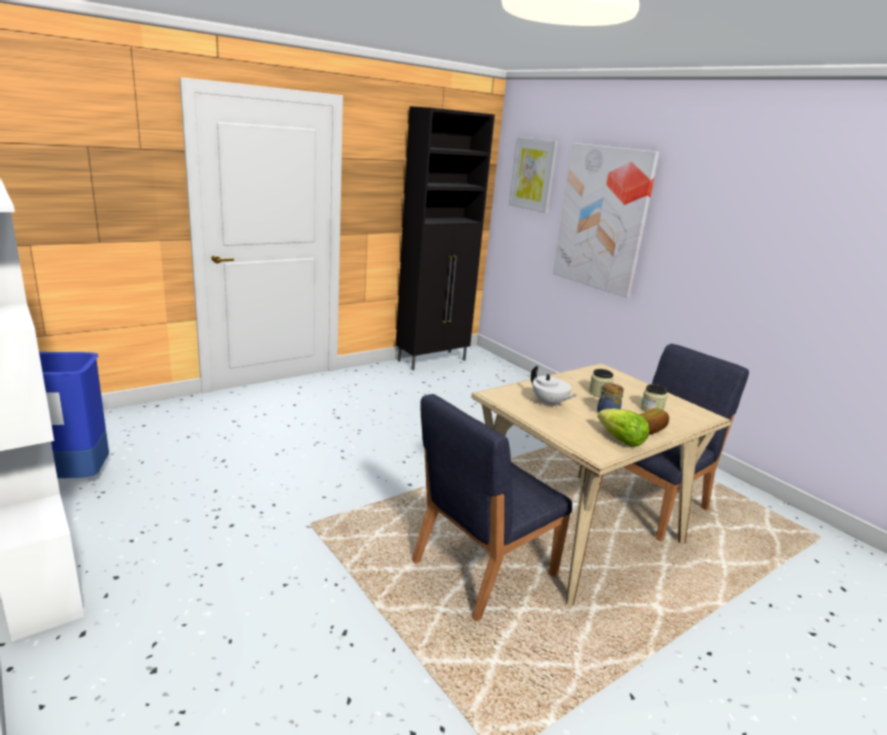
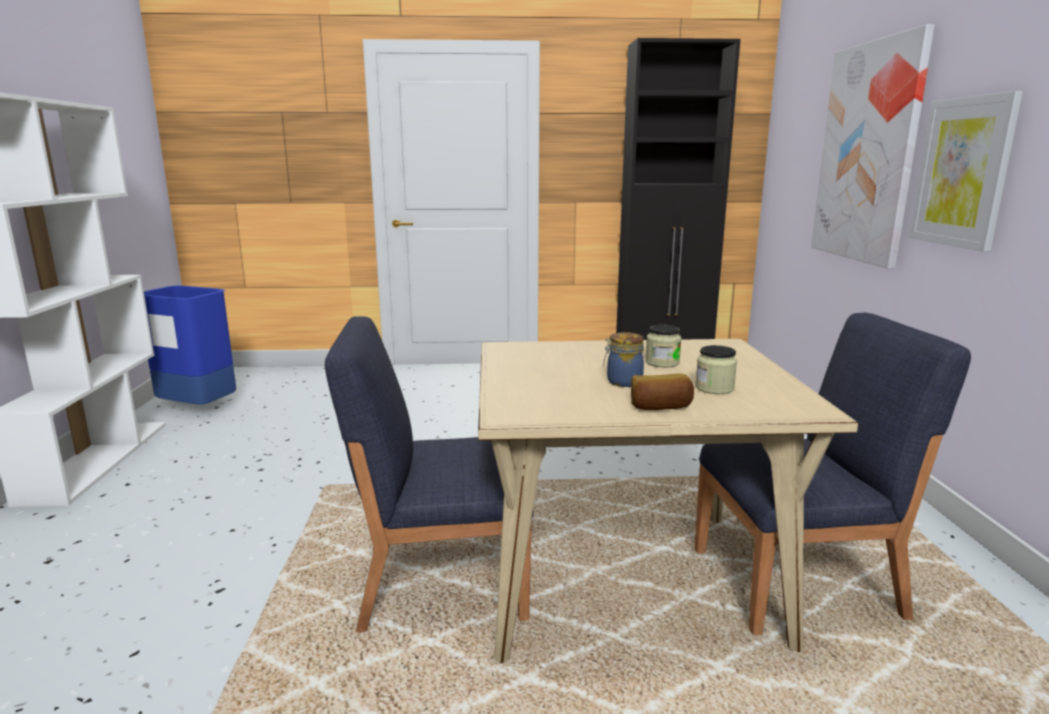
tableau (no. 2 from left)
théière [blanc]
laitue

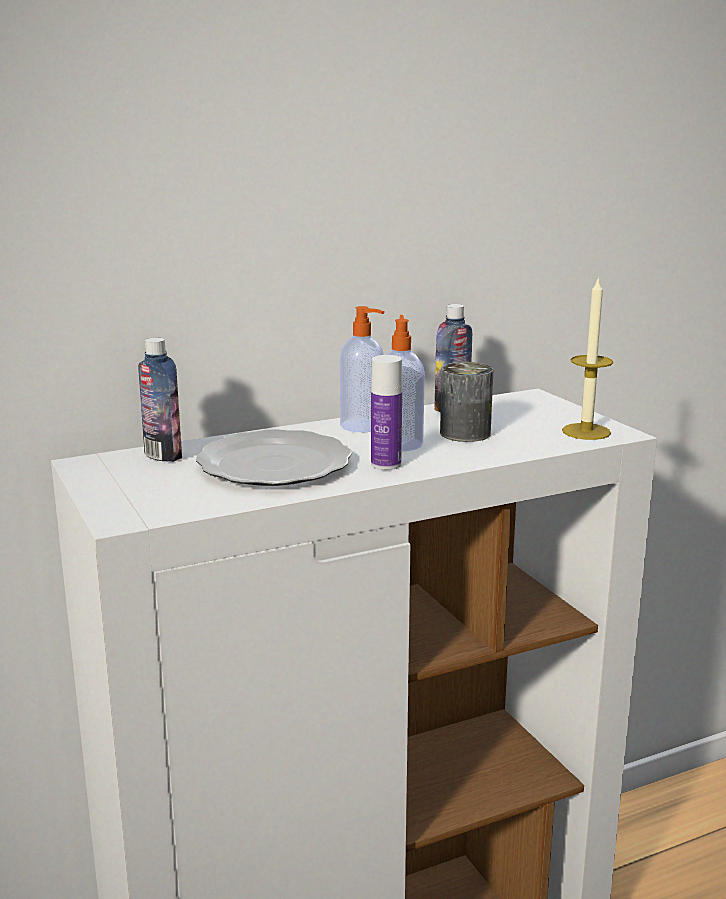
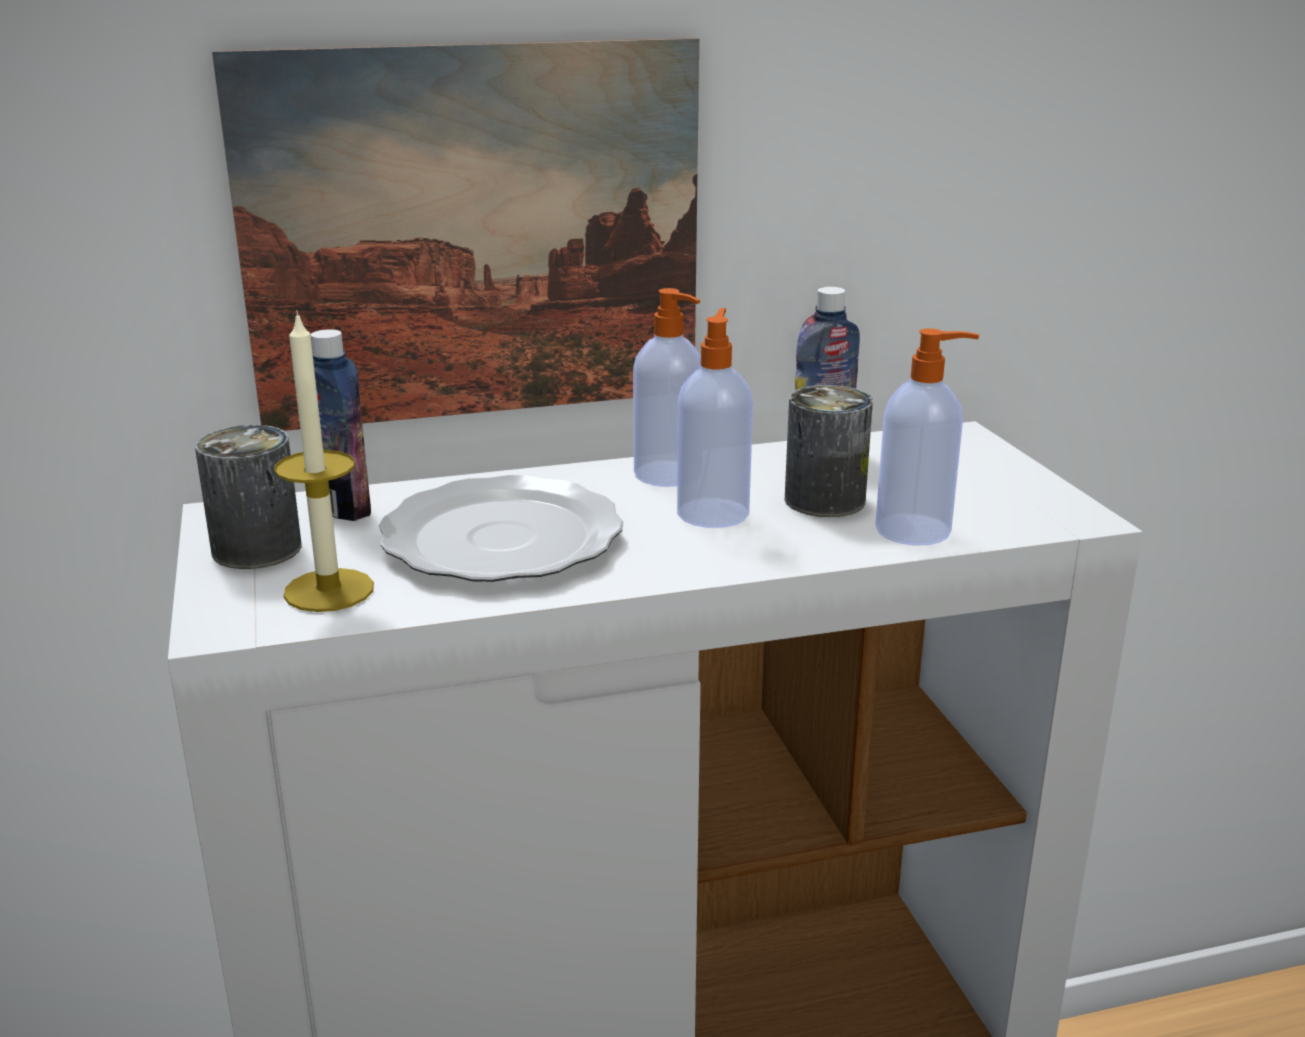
bouteille (no. 2 from left in the first image)
bougie
boîte métallique (no. 1 from left)
tableau
distributeur de savon (no. 3 from left)

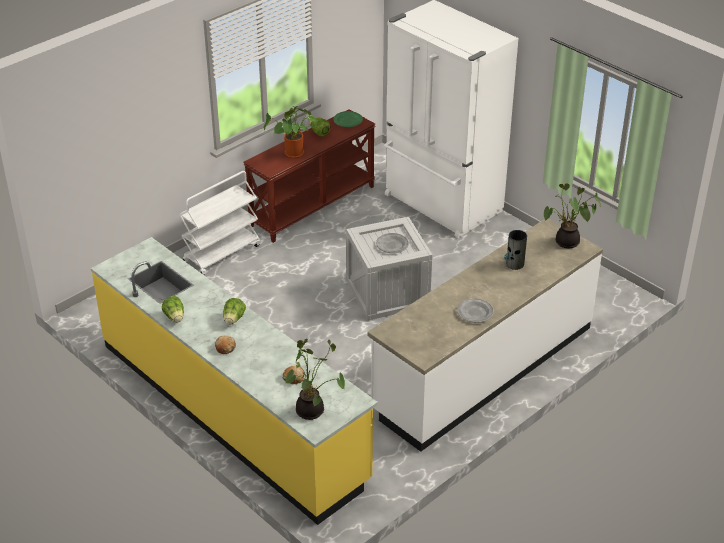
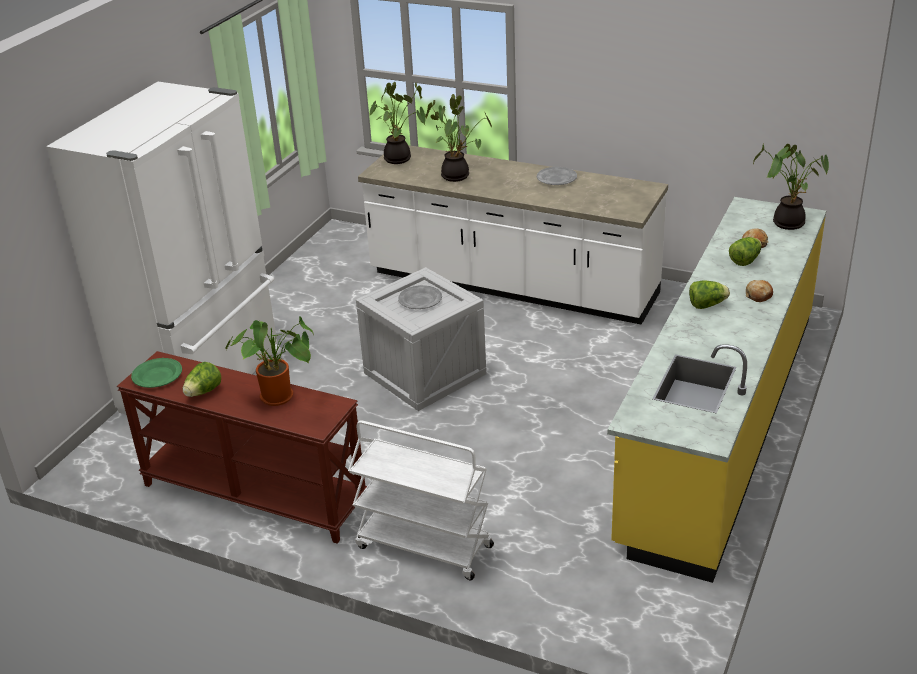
laitue (no. 3 from left)
plante en pot (no. 3 from left)

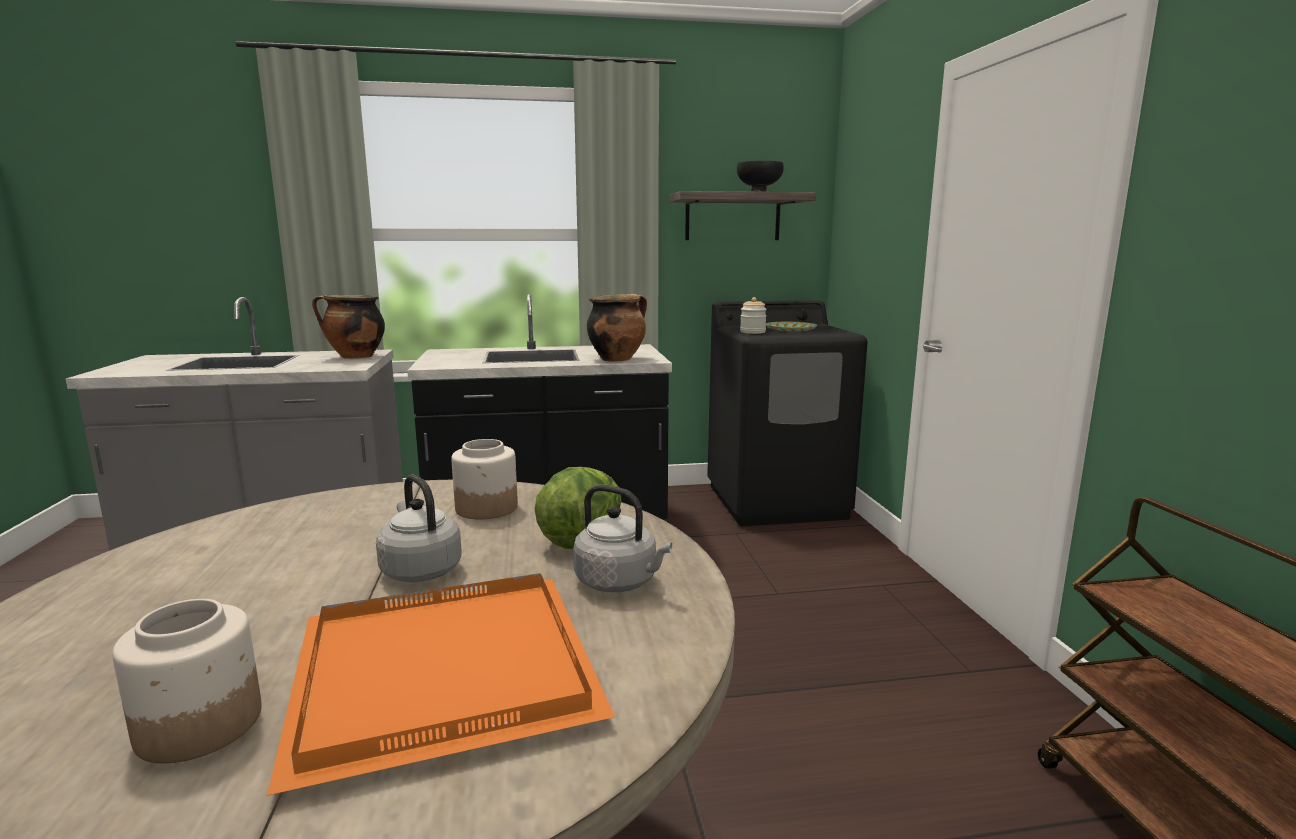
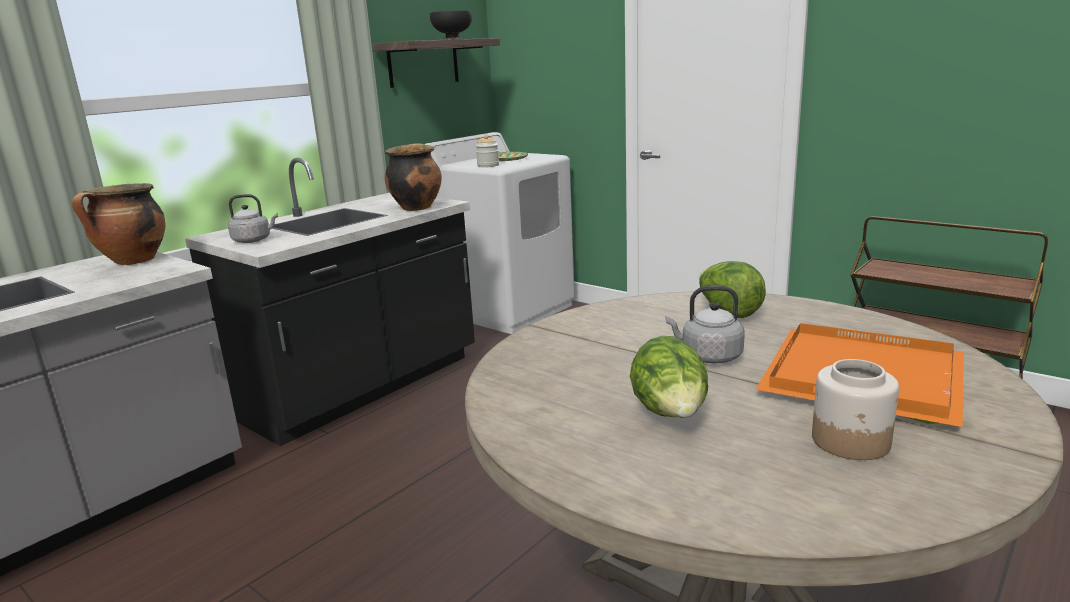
bocal (no. 2 from left in the first image)
bouilloire [gris] (no. 1 from left)
lave-linge [blanc]
laitue (no. 1 from left)

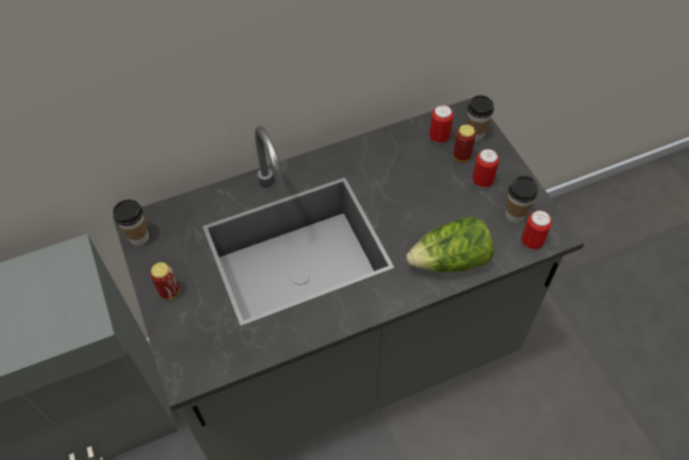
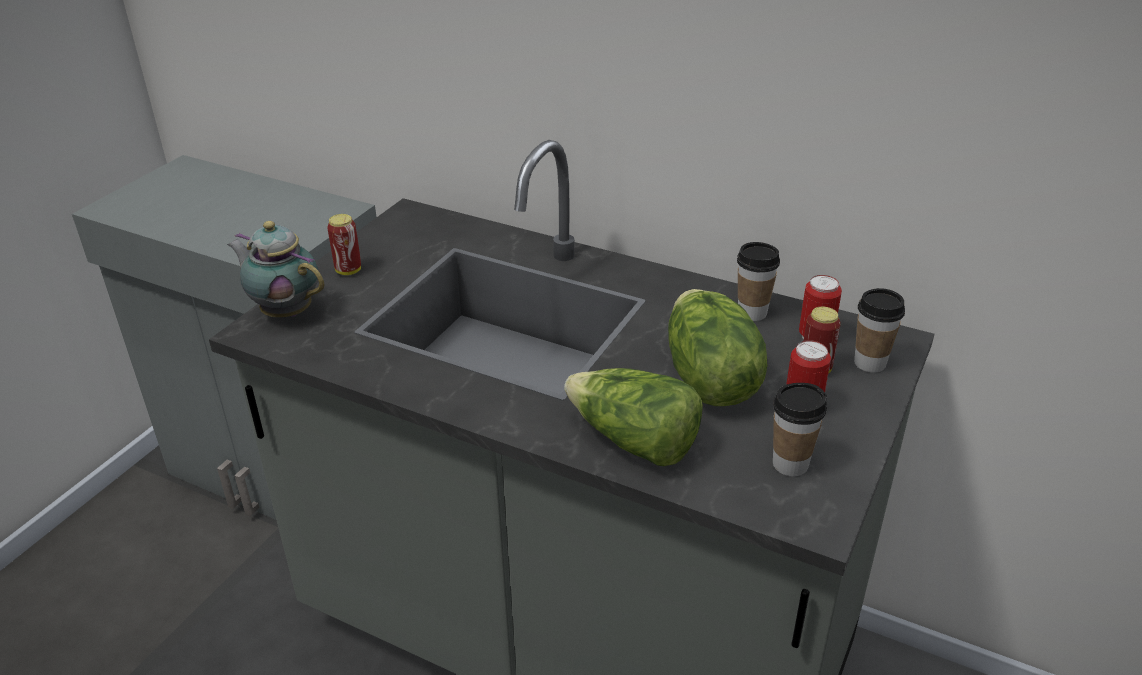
tasse (no. 1 from left)
boîte métallique (no. 5 from left in the first image)
théière
laitue (no. 2 from left)

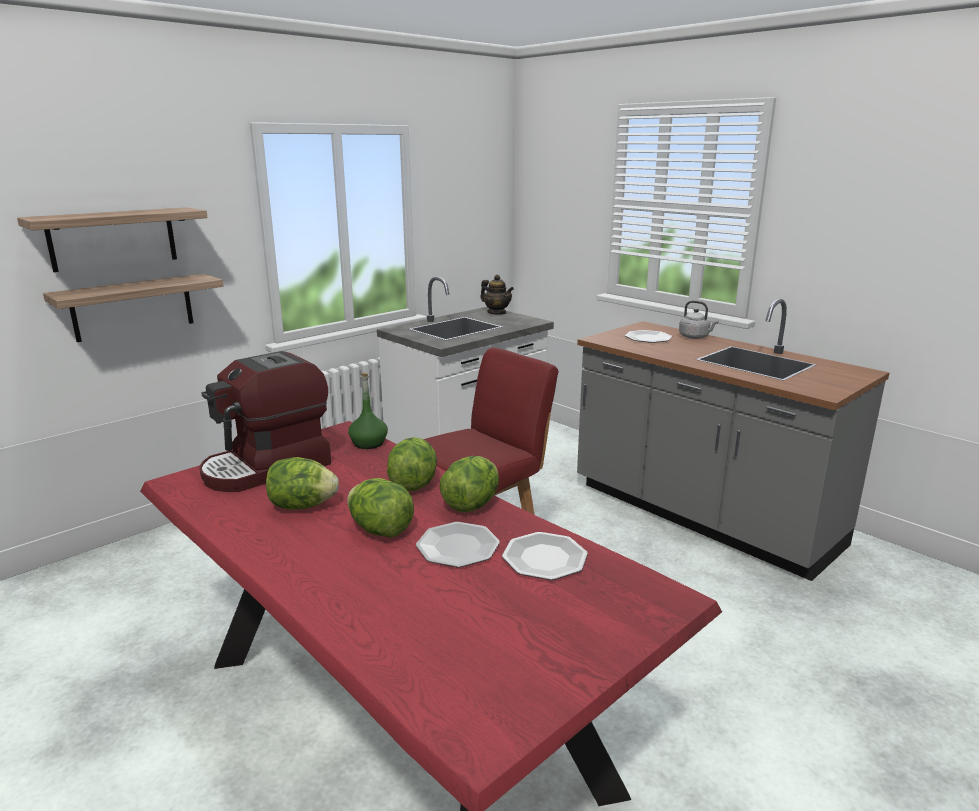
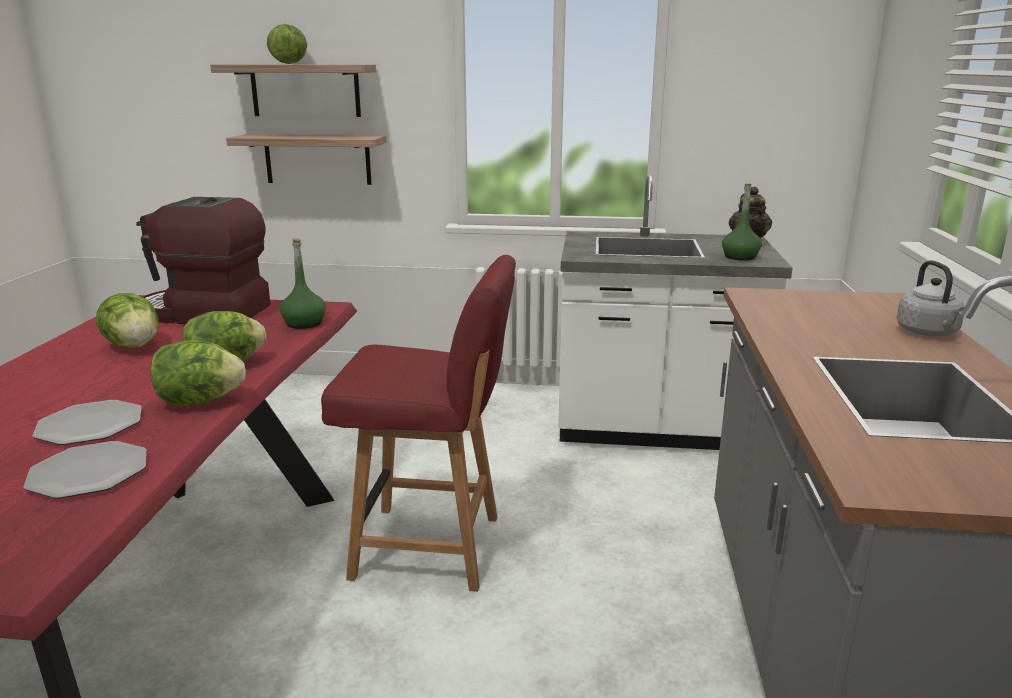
laitue (no. 4 from left)
assiette (no. 3 from left in the first image)
bouteille [vert] (no. 2 from left)

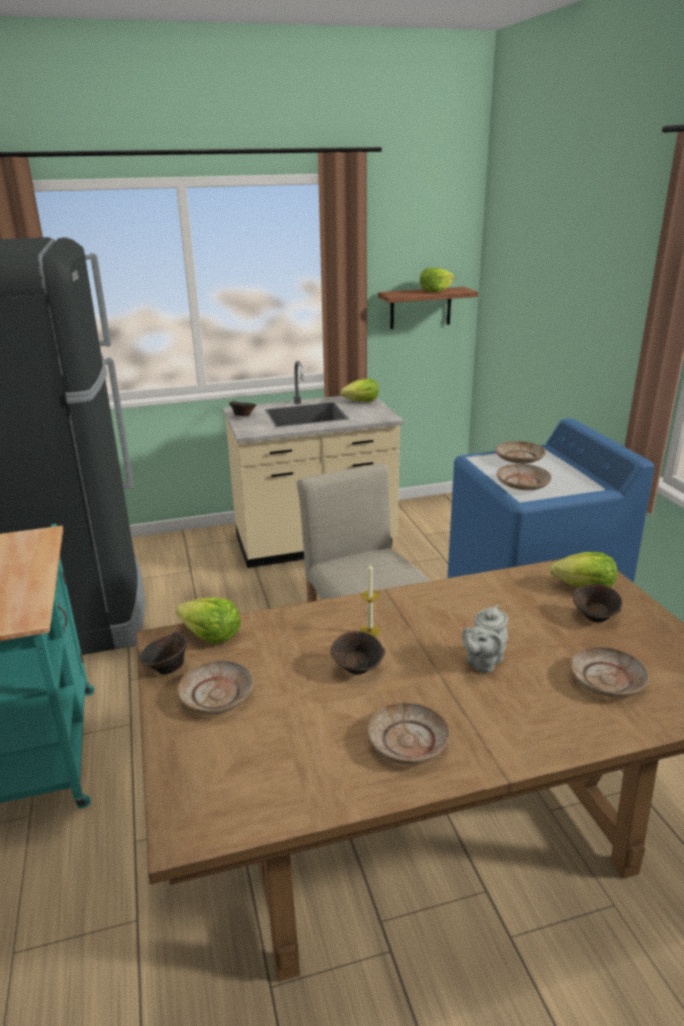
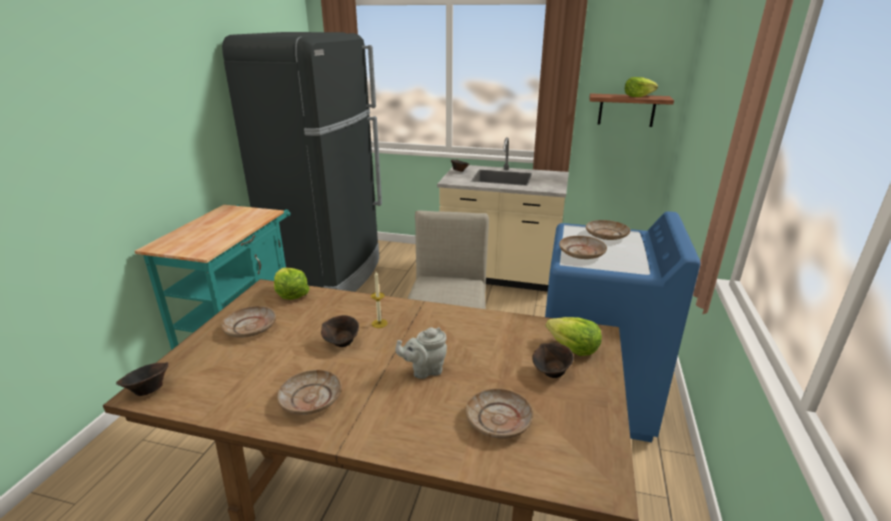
bol [marron] (no. 1 from left)
laitue (no. 2 from left in the first image)

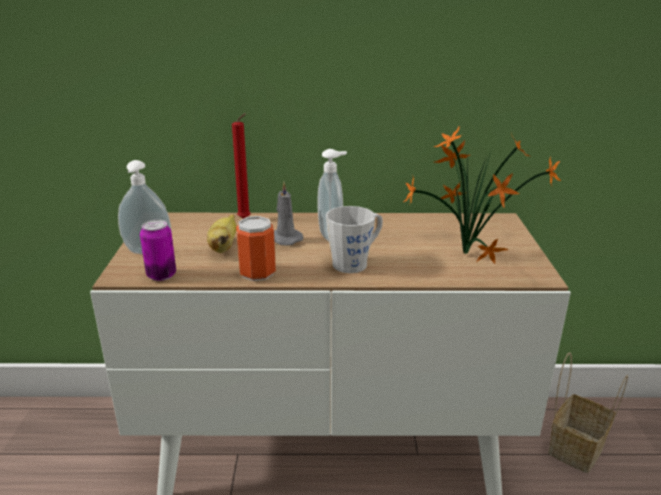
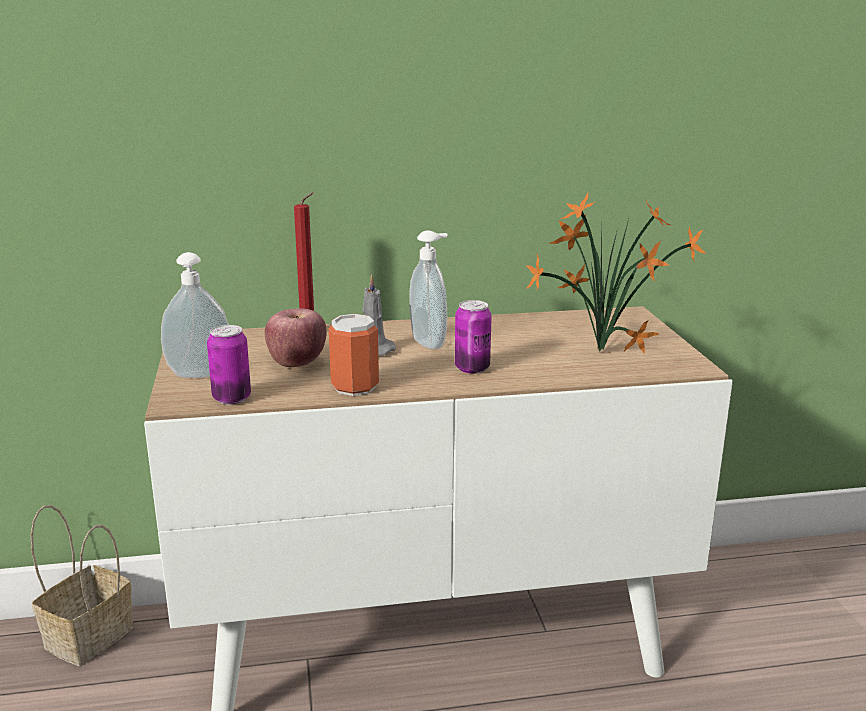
pomme
boîte métallique (no. 3 from left)
panier

